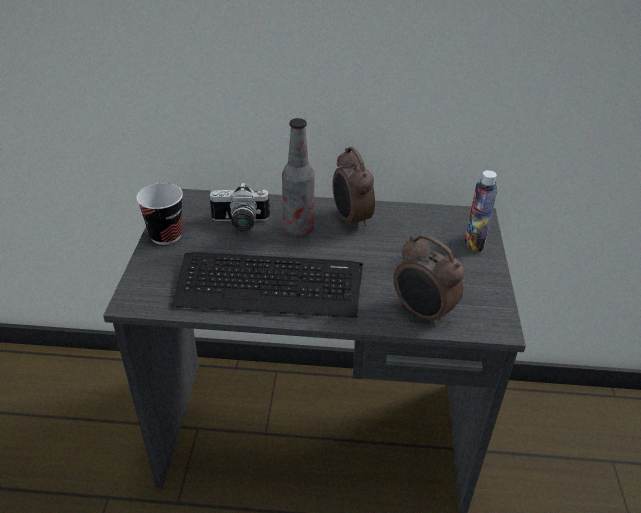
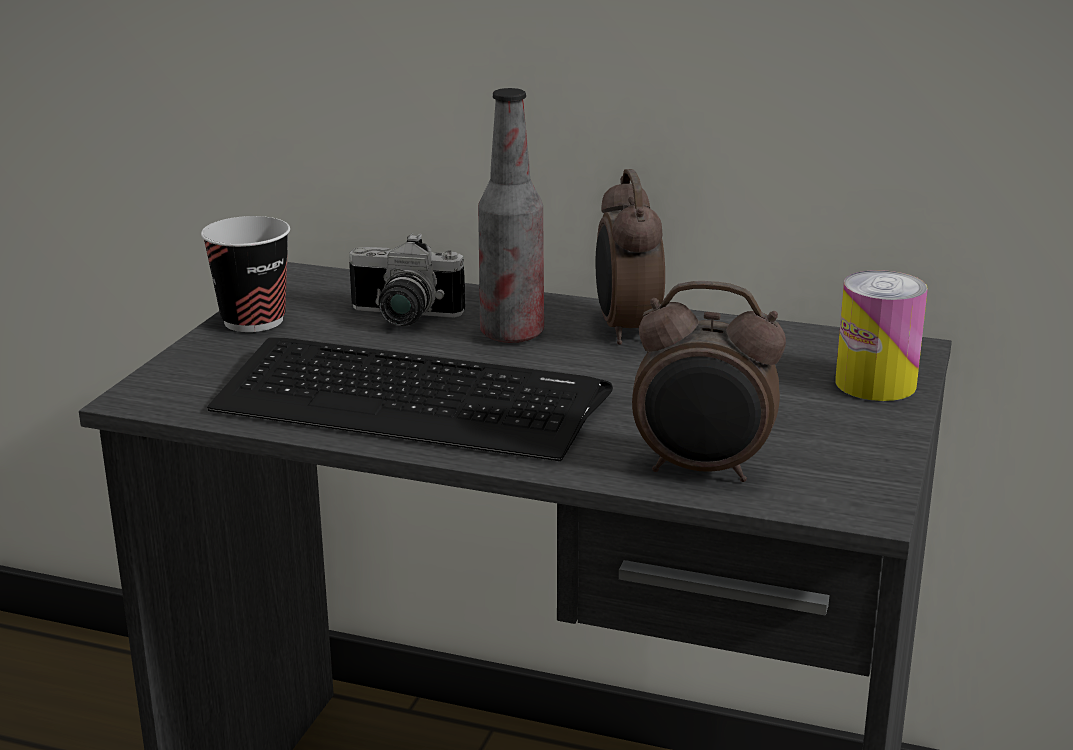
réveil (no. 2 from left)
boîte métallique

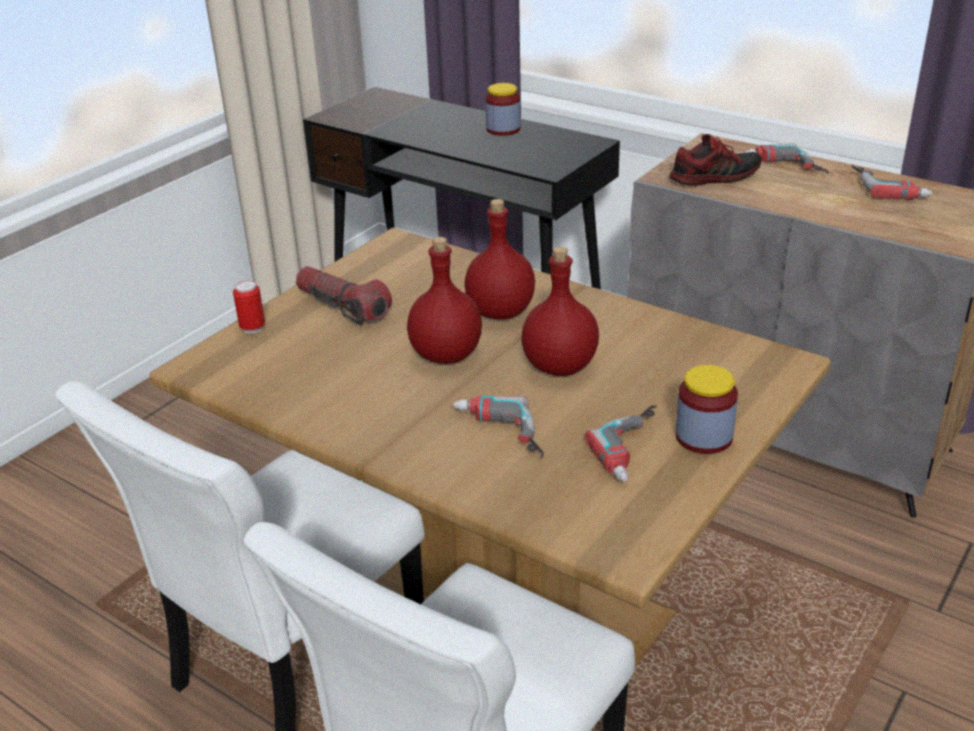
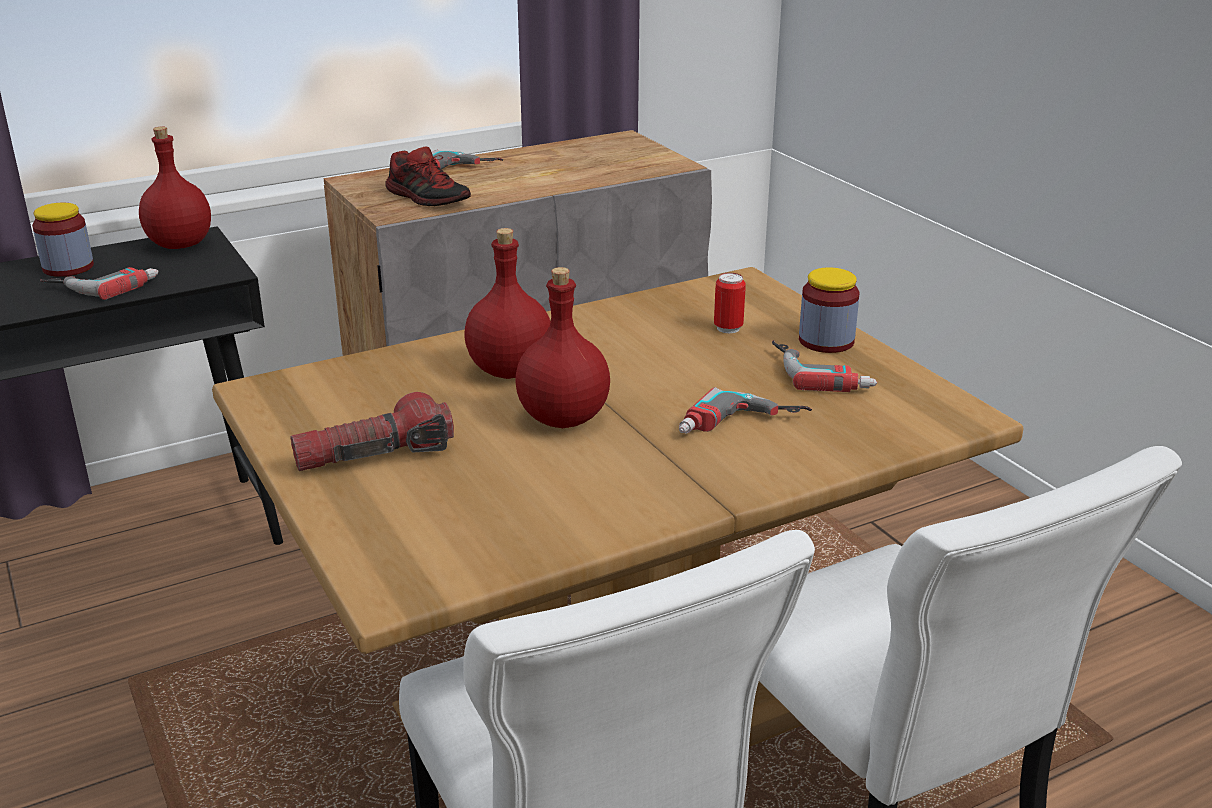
boîte métallique
bouteille [rouge] (no. 1 from left)
chaussure
perceuse (no. 1 from left)

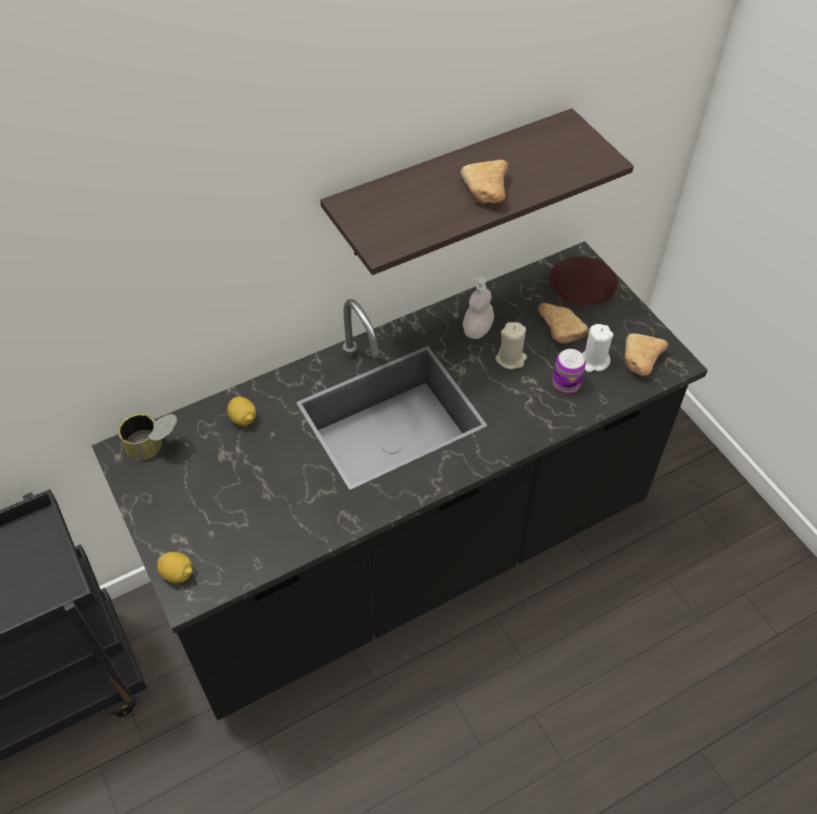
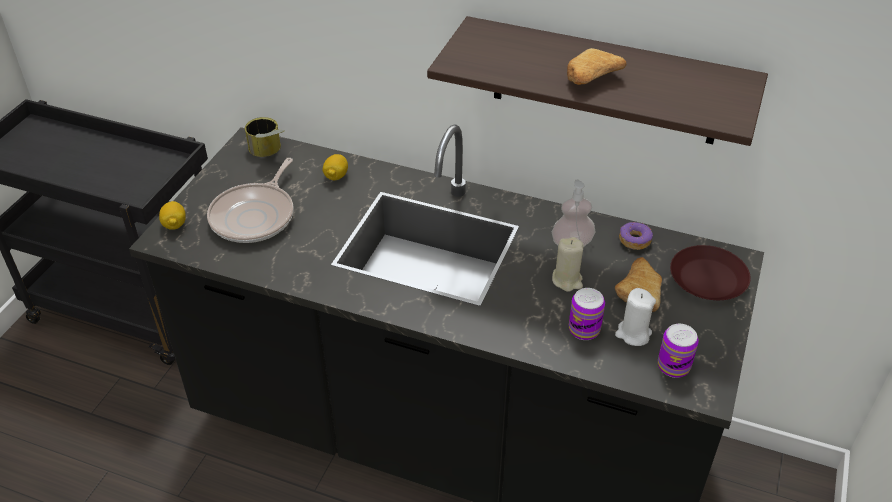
boîte métallique (no. 3 from left)
poêle
beignet

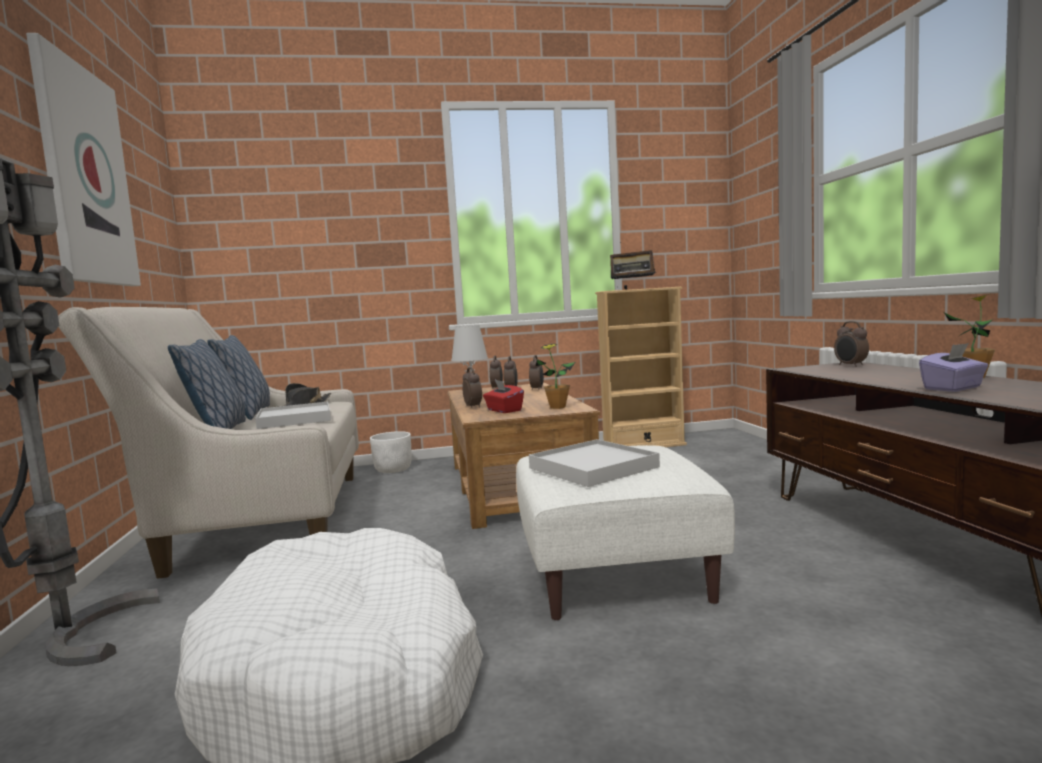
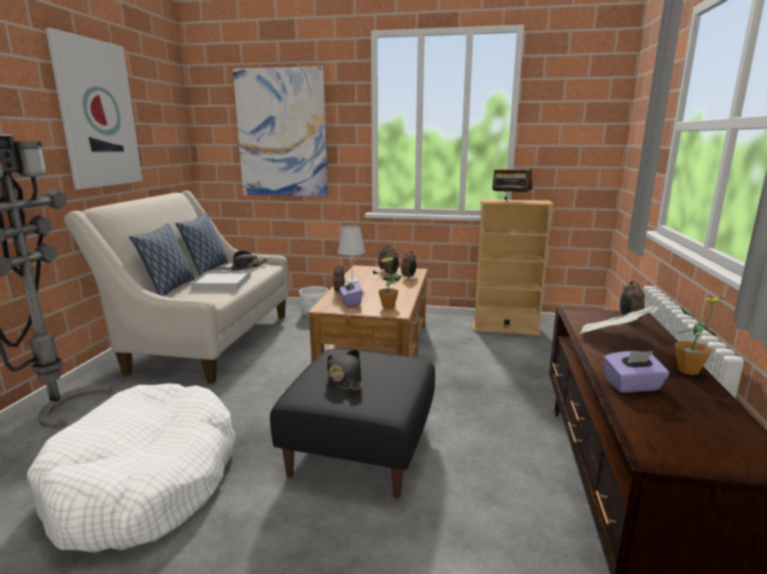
boîte à mouchoirs [violet] (no. 1 from left)
pouf [noir]
chapeau [noir] (no. 2 from left)
tableau (no. 2 from left)
journal

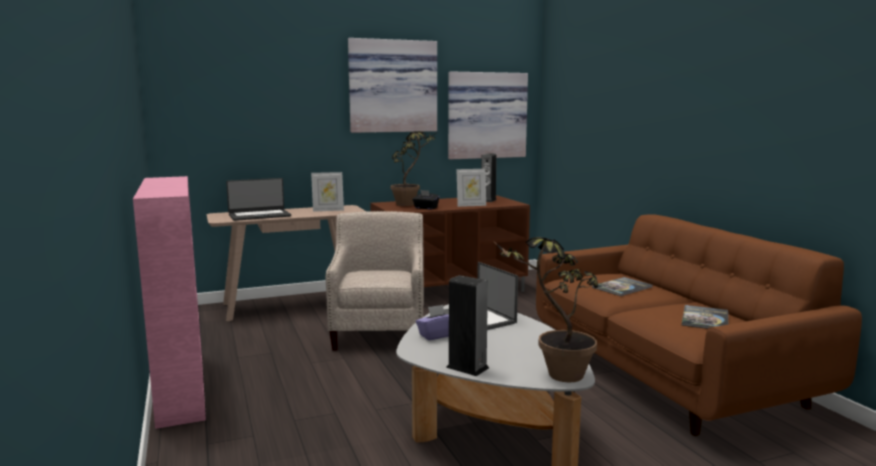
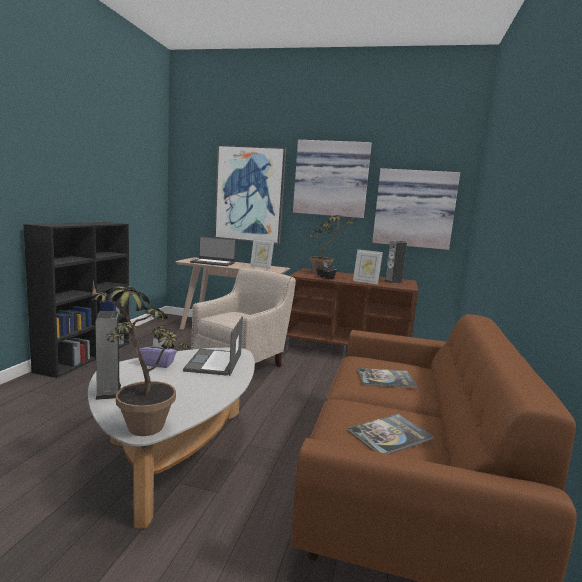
bibliothèque [noir]
tableau (no. 1 from left)

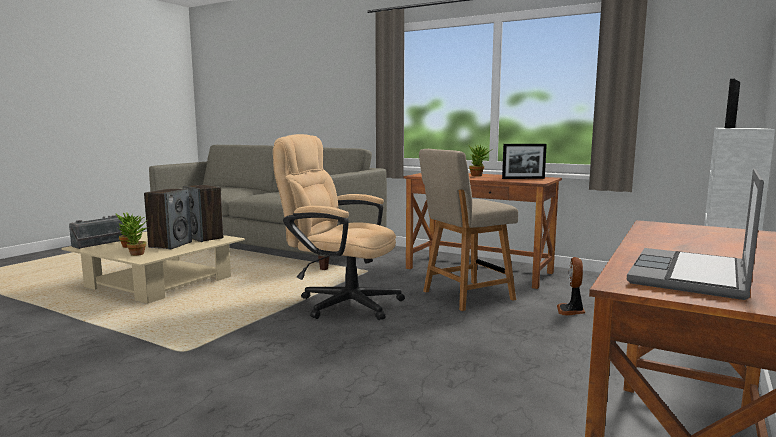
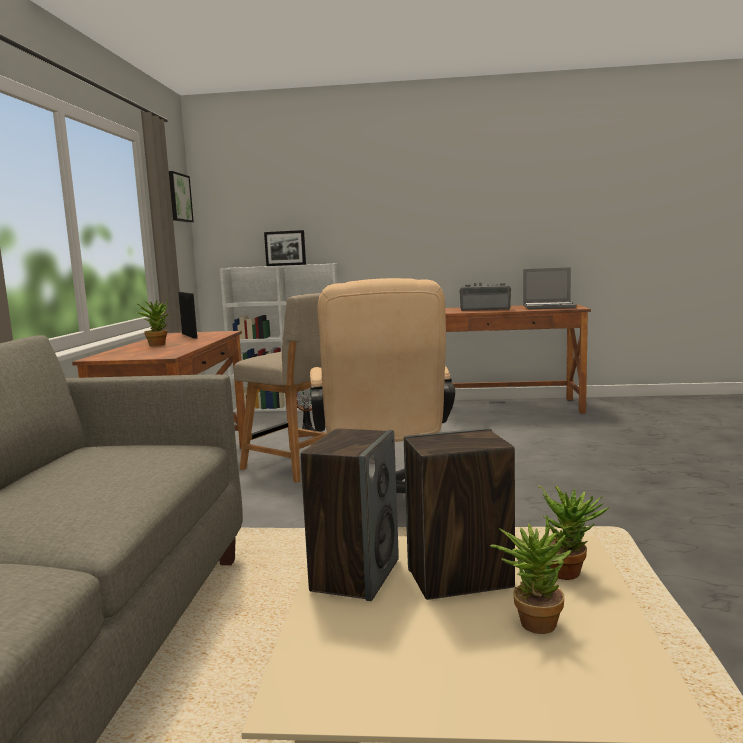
radio
tableau

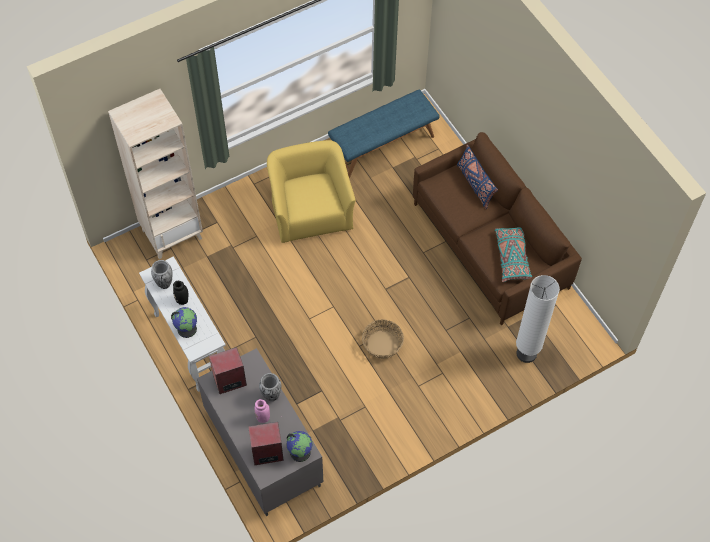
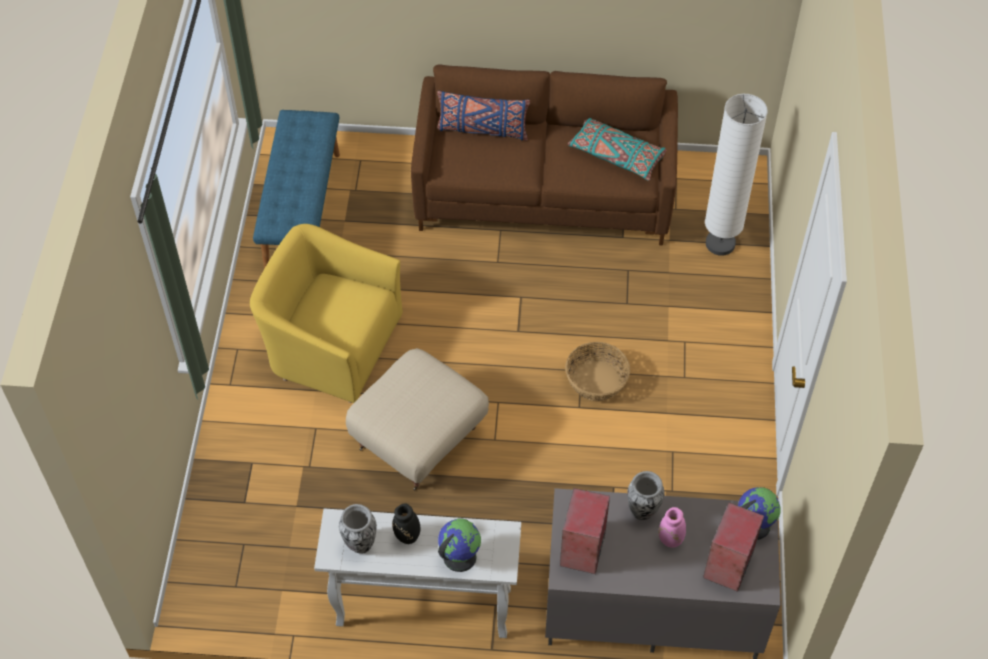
bibliothèque [beige]
pouf [beige]

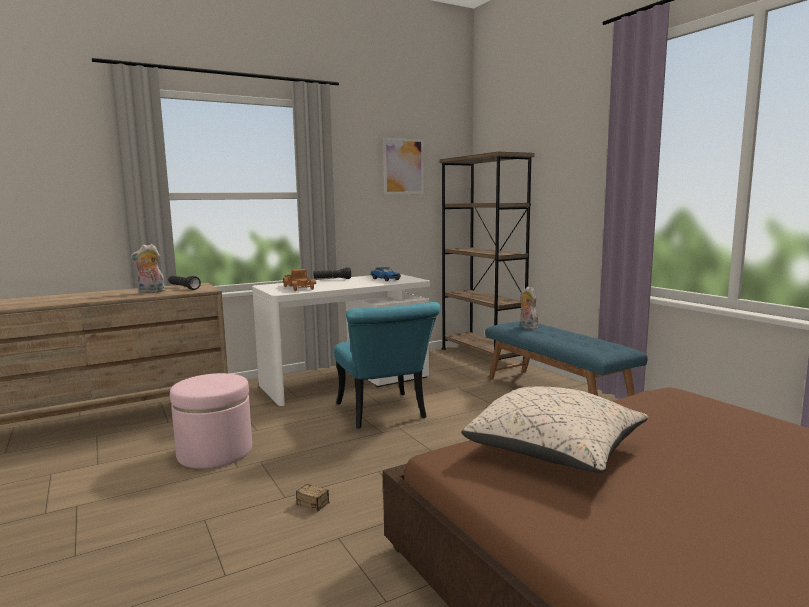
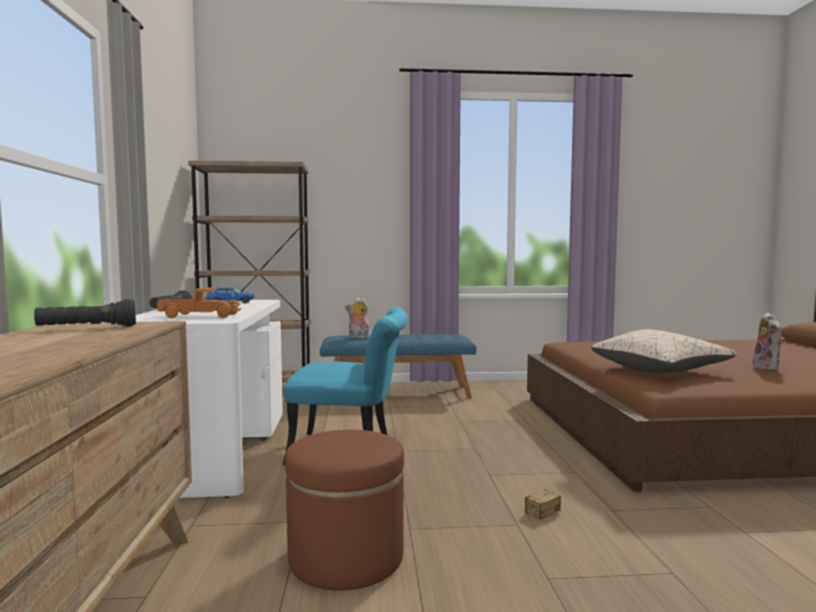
peluche (no. 2 from left)
pouf [marron]
tableau

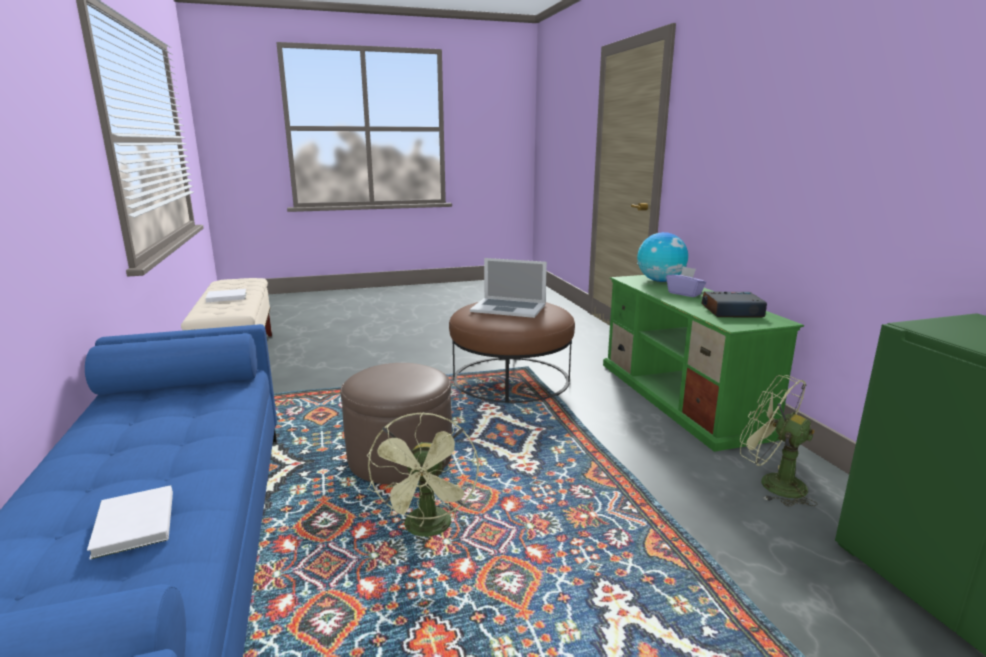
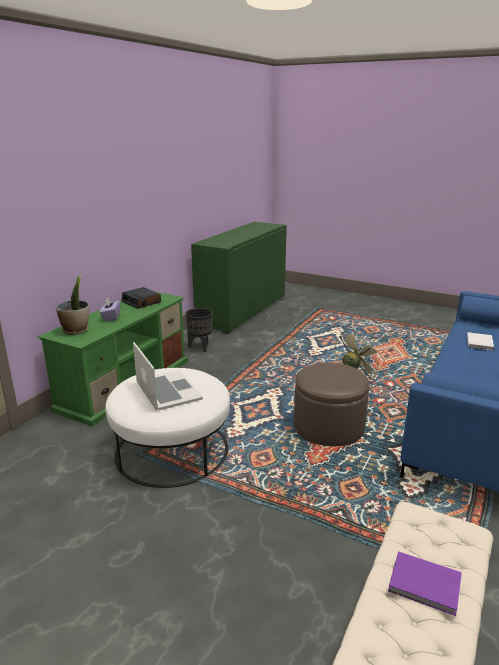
livre [violet]
pouf [blanc]
plante en pot
cache-pot [noir]

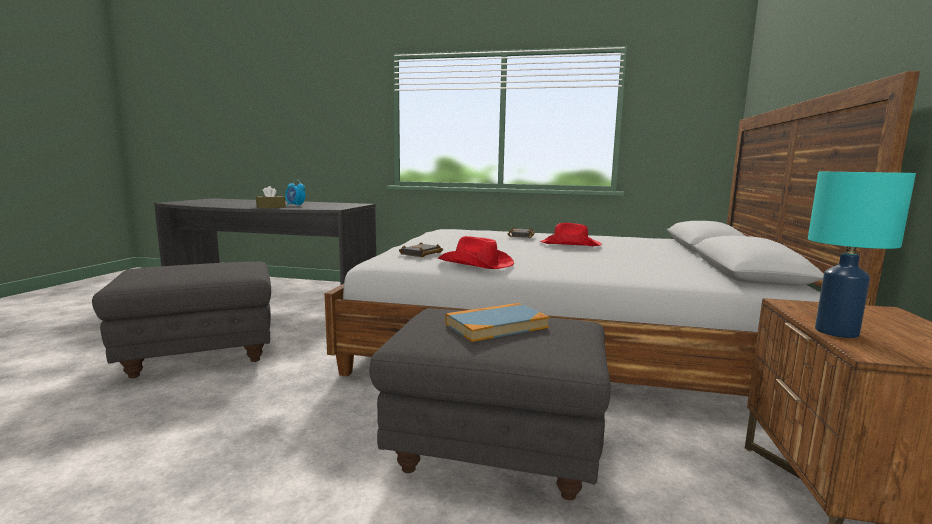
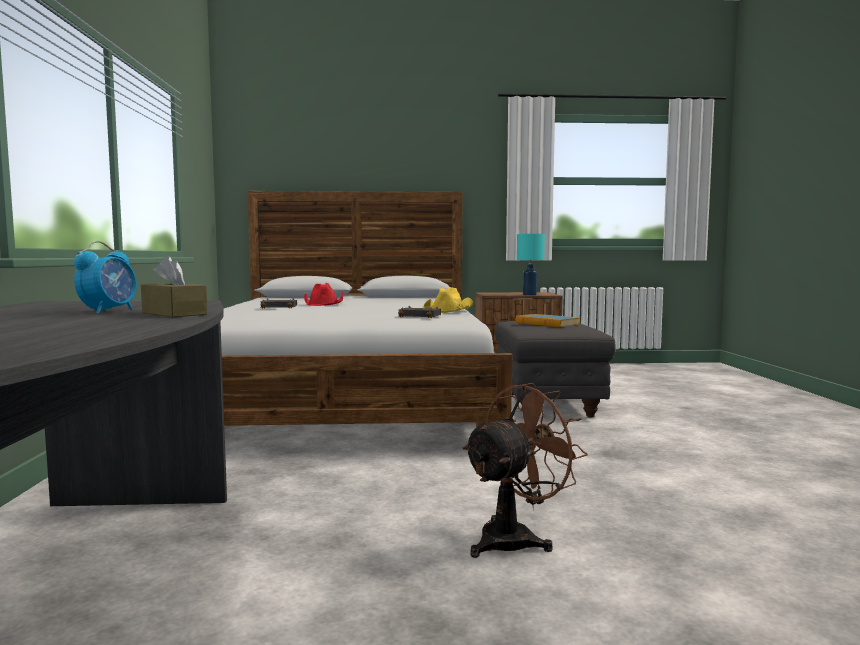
ventilateur [marron]
chapeau [jaune]

